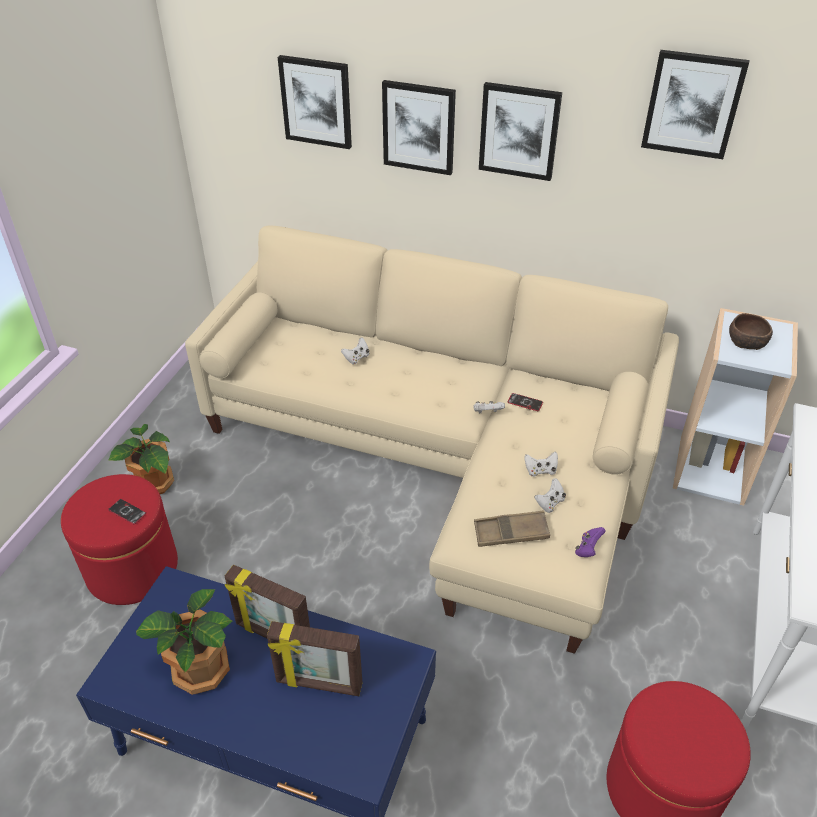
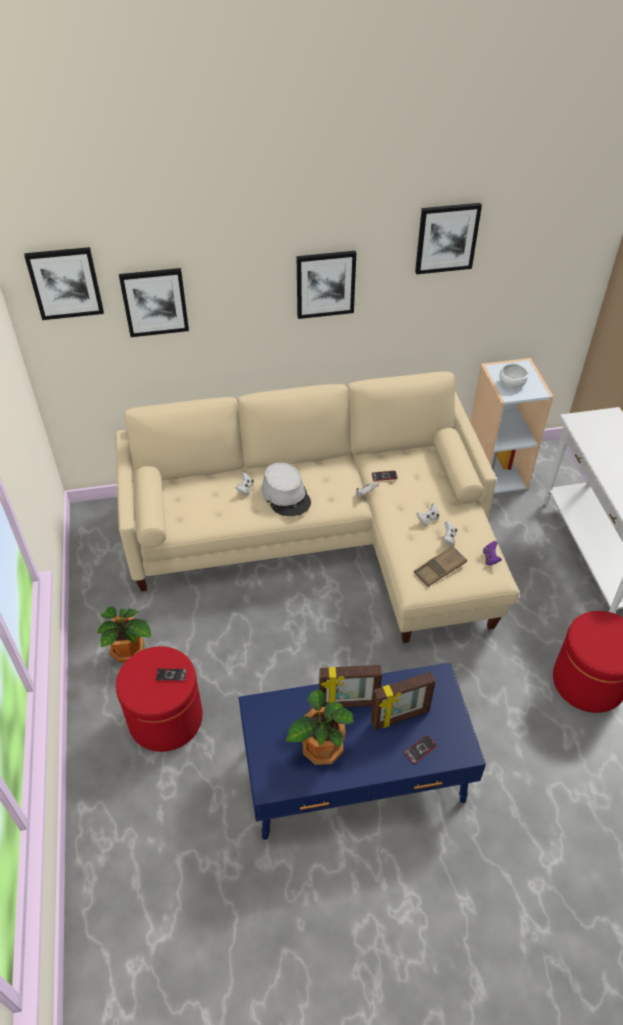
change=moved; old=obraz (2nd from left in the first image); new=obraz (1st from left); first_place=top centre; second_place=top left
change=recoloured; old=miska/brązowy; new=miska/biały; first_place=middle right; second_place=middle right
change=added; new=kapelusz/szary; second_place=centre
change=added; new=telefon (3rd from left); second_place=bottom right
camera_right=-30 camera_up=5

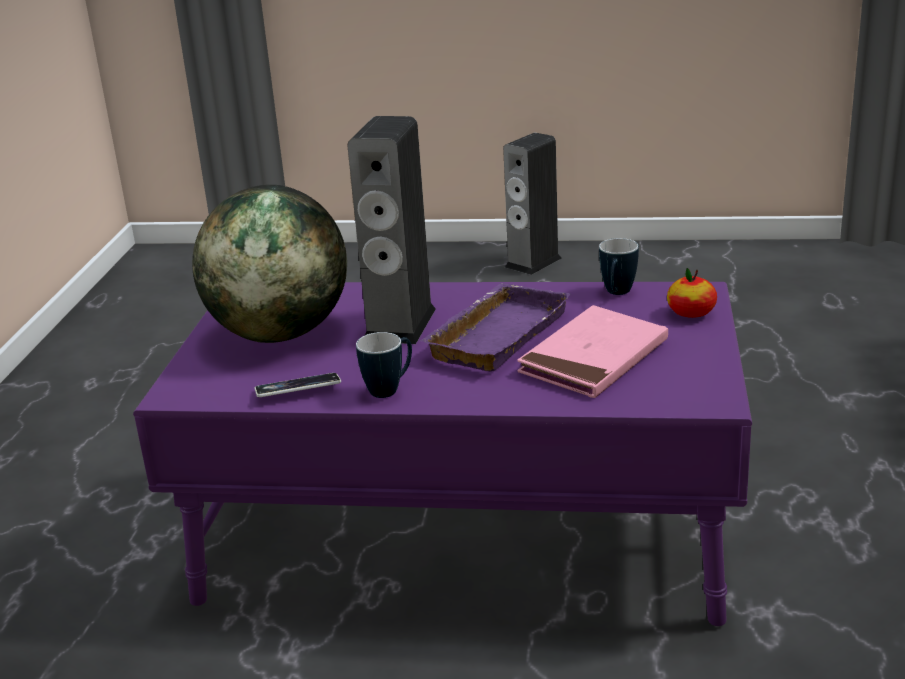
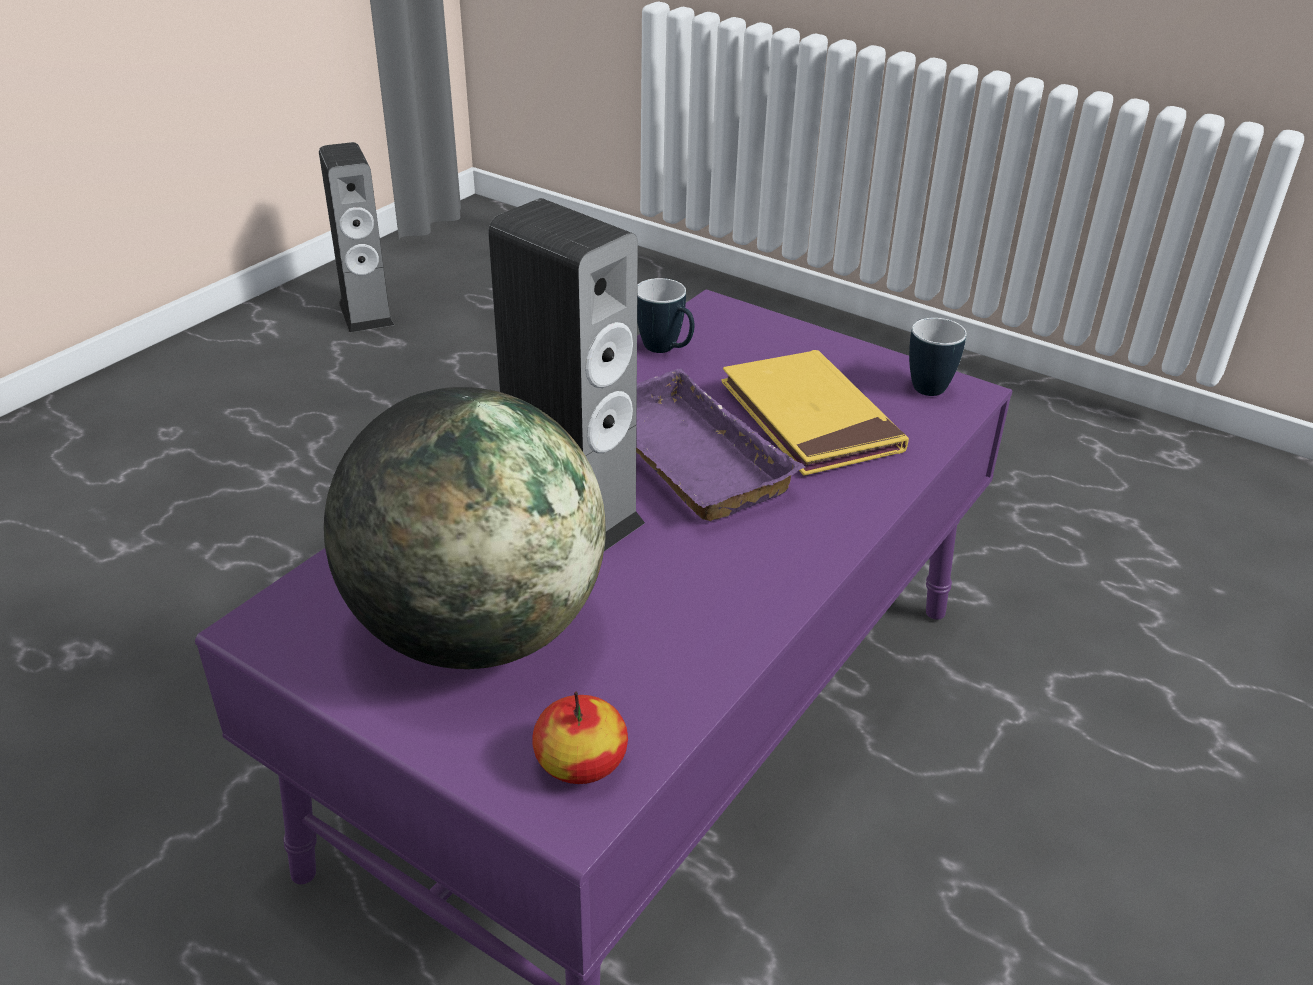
change=removed; old=telefon; first_place=middle left
change=moved; old=kubek (1st from left in the first image); new=kubek (2nd from left); first_place=centre; second_place=middle right
change=moved; old=głośnik (2nd from left in the first image); new=głośnik (1st from left); first_place=top centre; second_place=top left
change=recoloured; old=książka/różowy; new=książka/żółty; first_place=centre; second_place=centre
change=moved; old=jabłko; first_place=middle right; second_place=bottom centre
camera_right=-65 camera_up=10

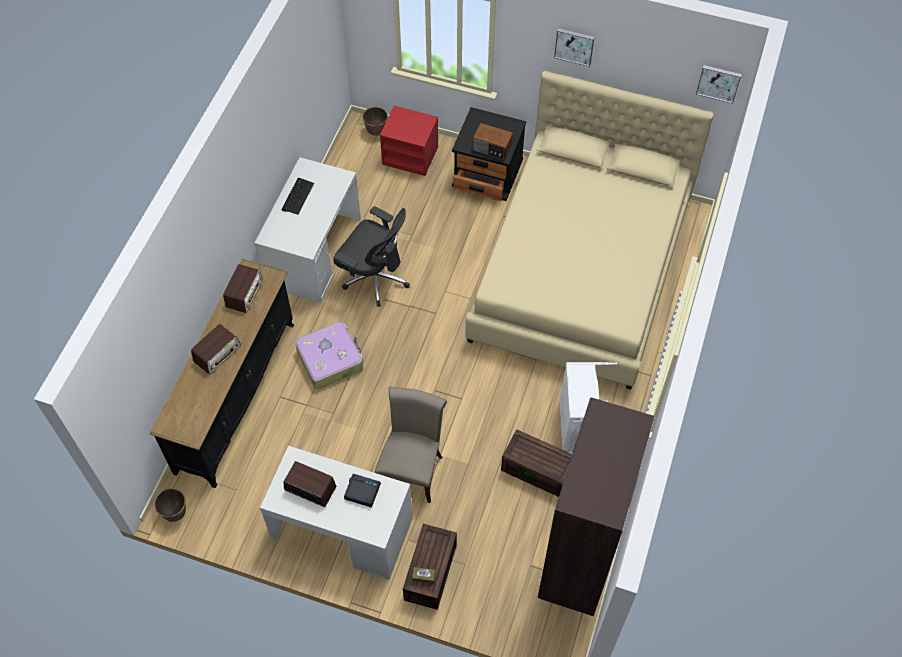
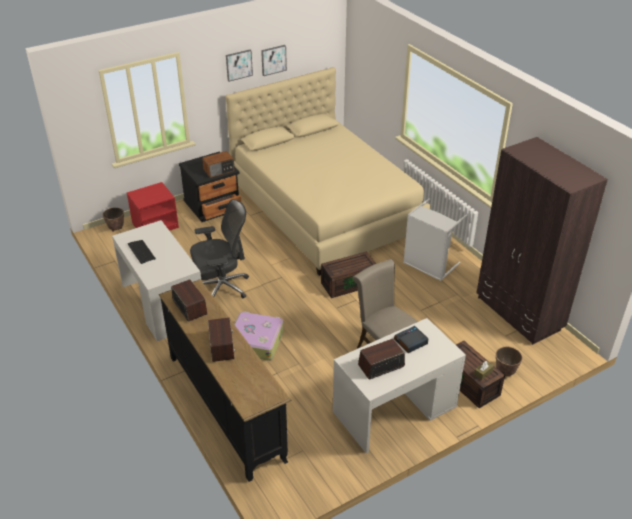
change=moved; old=donica (1st from left in the first image); new=donica (2nd from left); first_place=bottom left; second_place=bottom right
change=moved; old=pojemnik do przechowywania/brązowy (2nd from left in the first image); new=pojemnik do przechowywania/brązowy (1st from left); first_place=bottom centre; second_place=centre
change=moved; old=obraz (2nd from left); first_place=top right; second_place=top centre
camera_right=-50 camera_up=-20

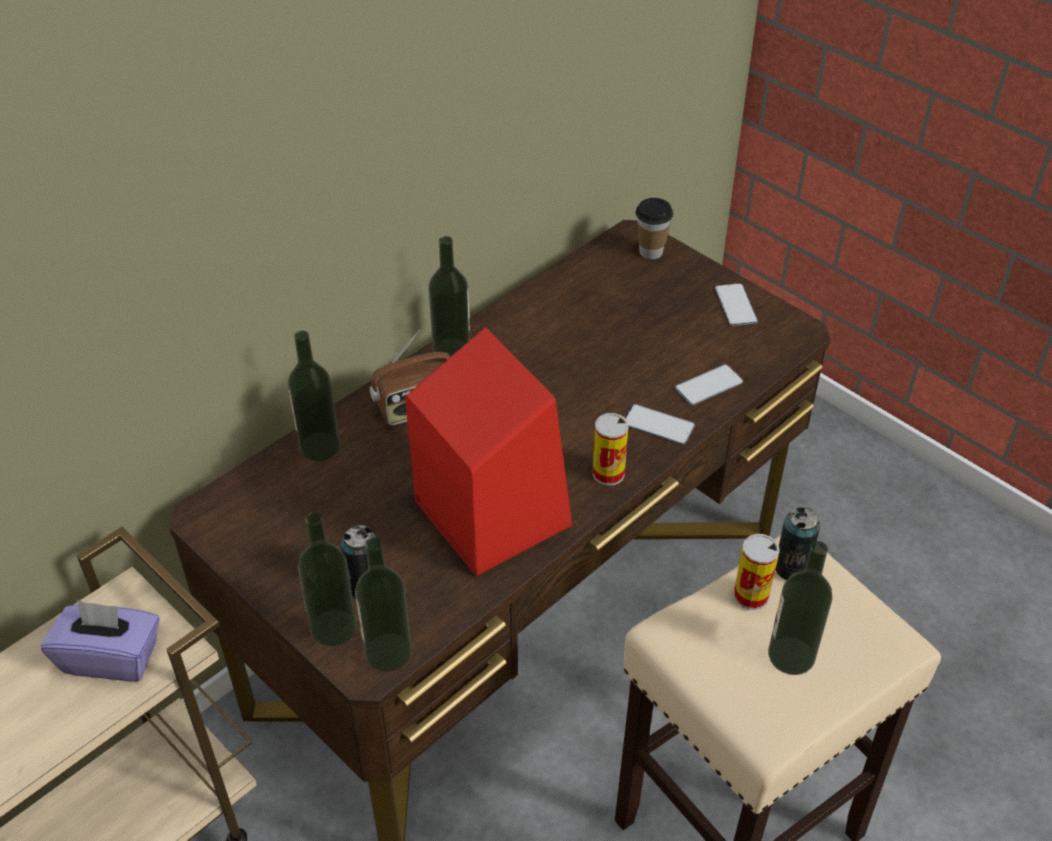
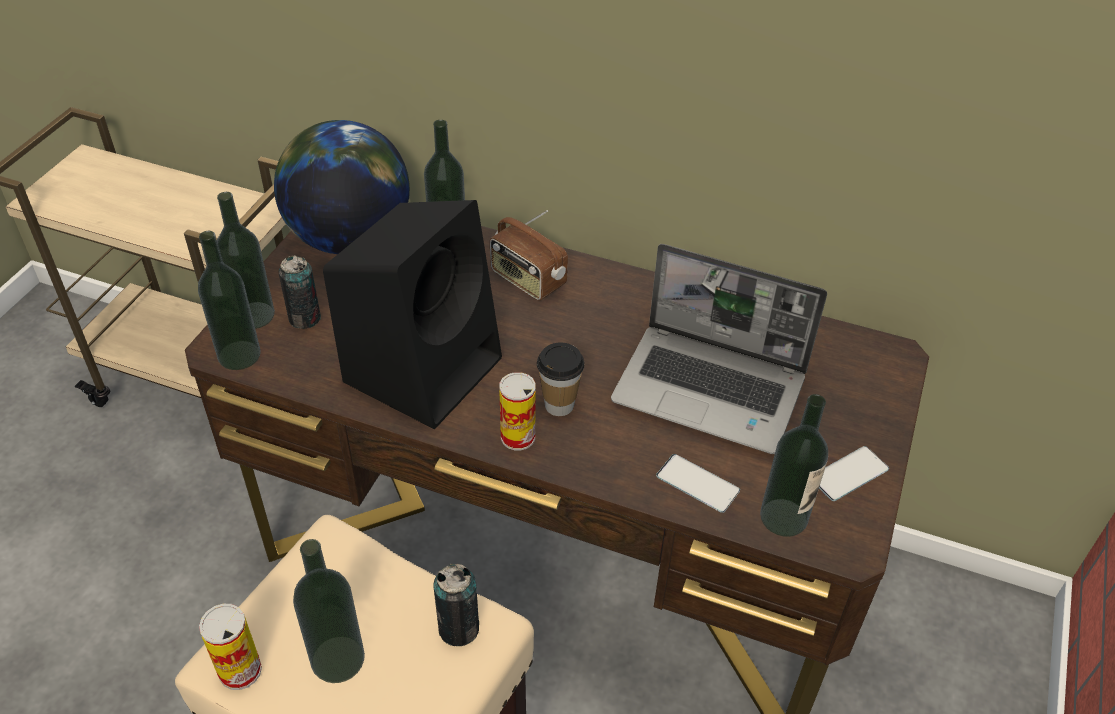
change=removed; old=pudełko chusteczek/fioletowy; first_place=bottom left
change=recoloured; old=głośnik/czerwony; new=głośnik/czarny; first_place=centre; second_place=centre
change=moved; old=butelka (4th from left in the first image); new=butelka (5th from left); first_place=centre; second_place=middle right
change=removed; old=telefon (1st from left); first_place=centre
change=moved; old=filiżanka; first_place=top centre; second_place=centre
change=moved; old=puszka (3rd from left in the first image); new=puszka (1st from left); first_place=bottom right; second_place=bottom left
change=added; new=globus; second_place=top left
change=added; new=laptop; second_place=centre
camera_right=65 camera_up=0

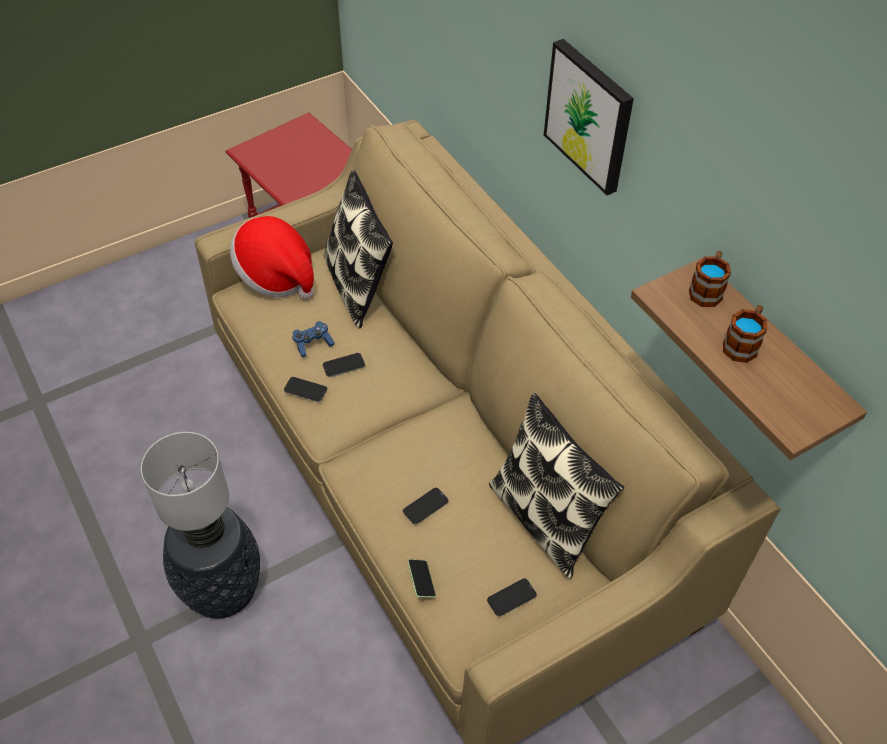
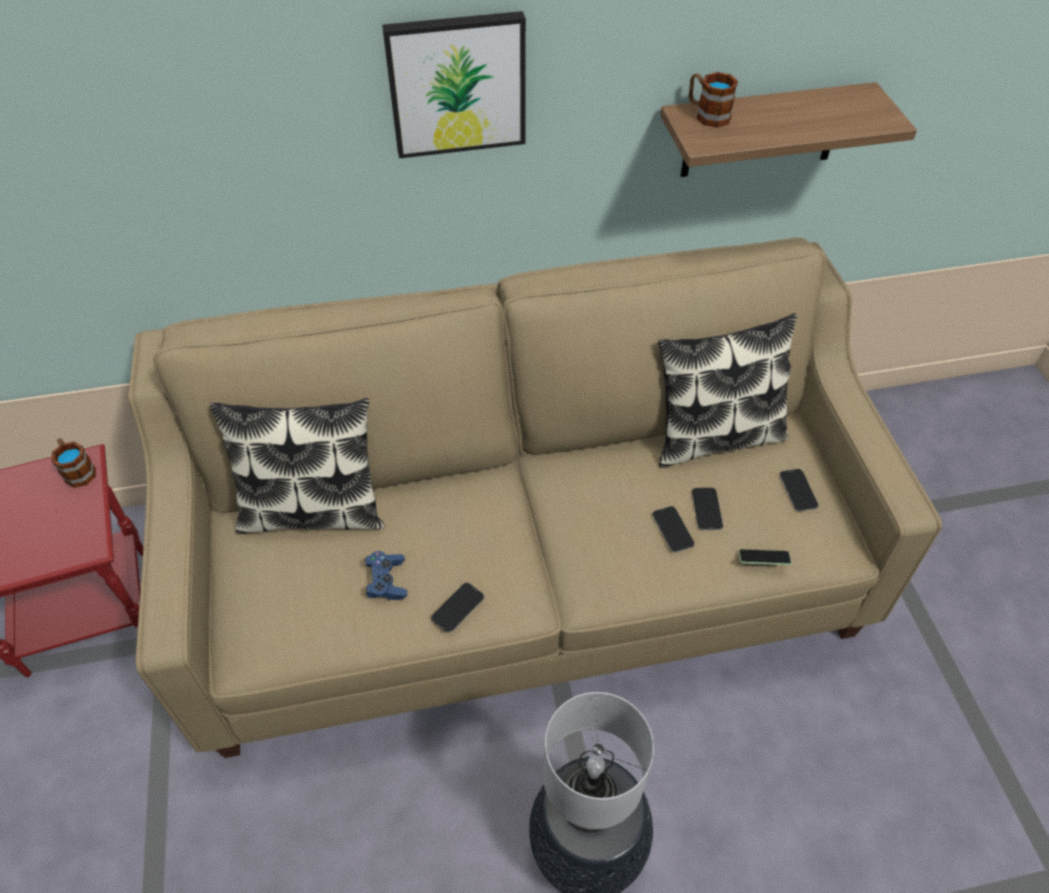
change=removed; old=kapelusz; first_place=middle left
change=moved; old=telefon (2nd from left in the first image); new=telefon (3rd from left); first_place=centre; second_place=middle right
change=moved; old=kubek (2nd from left in the first image); new=kubek (1st from left); first_place=middle right; second_place=middle left
camera_right=-70 camera_up=0

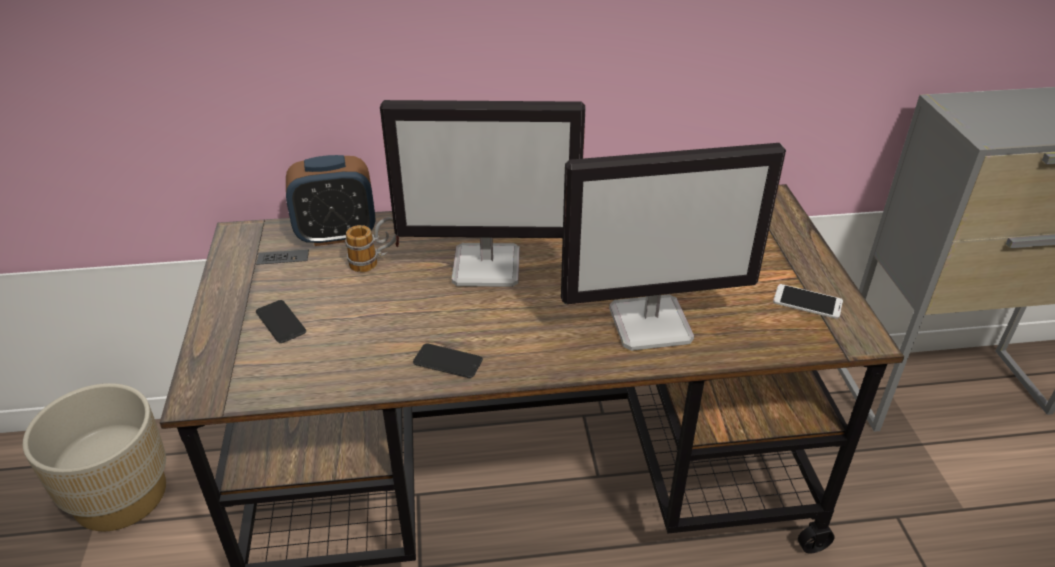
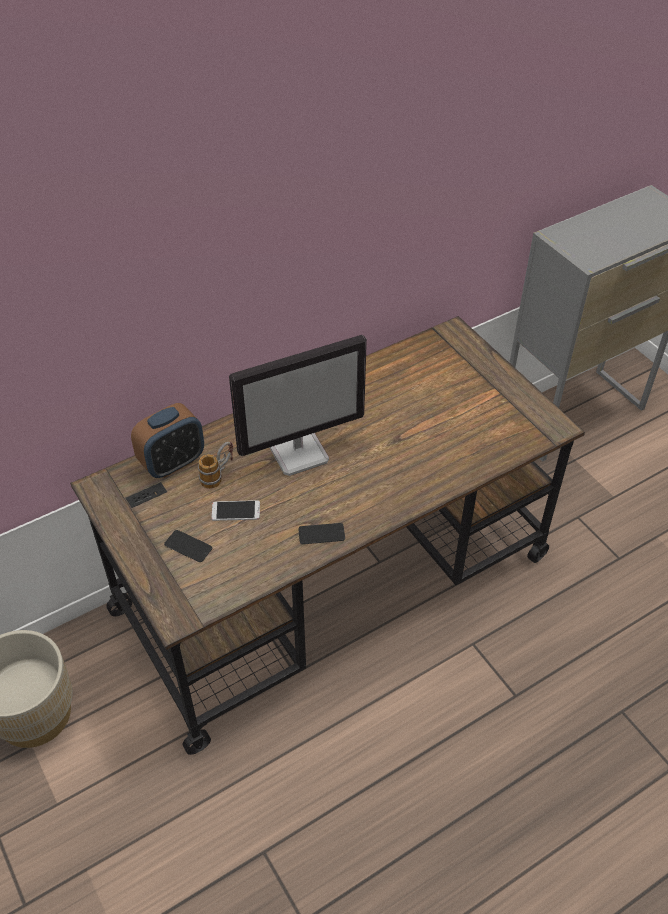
change=removed; old=monitor (2nd from left); first_place=centre
change=moved; old=telefon (3rd from left in the first image); new=telefon (2nd from left); first_place=middle right; second_place=centre
camera_right=-25 camera_up=10

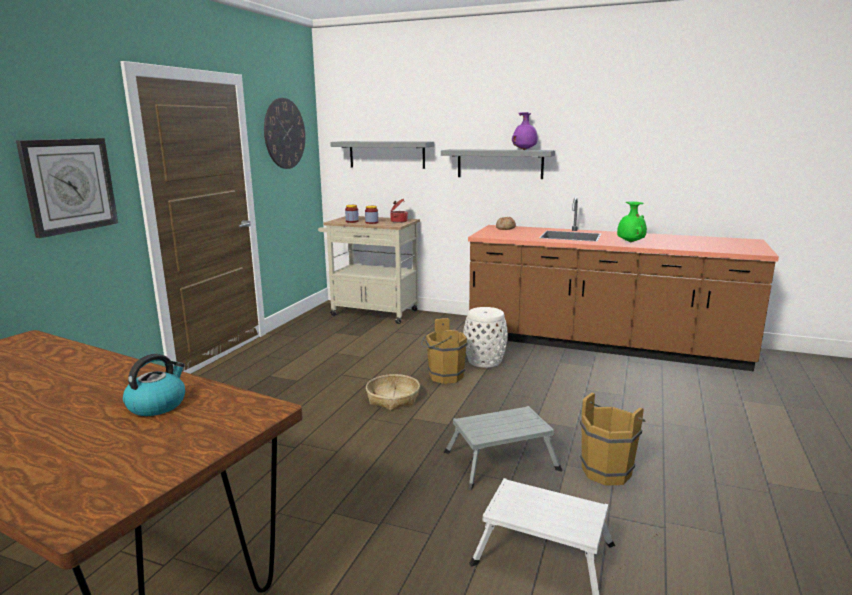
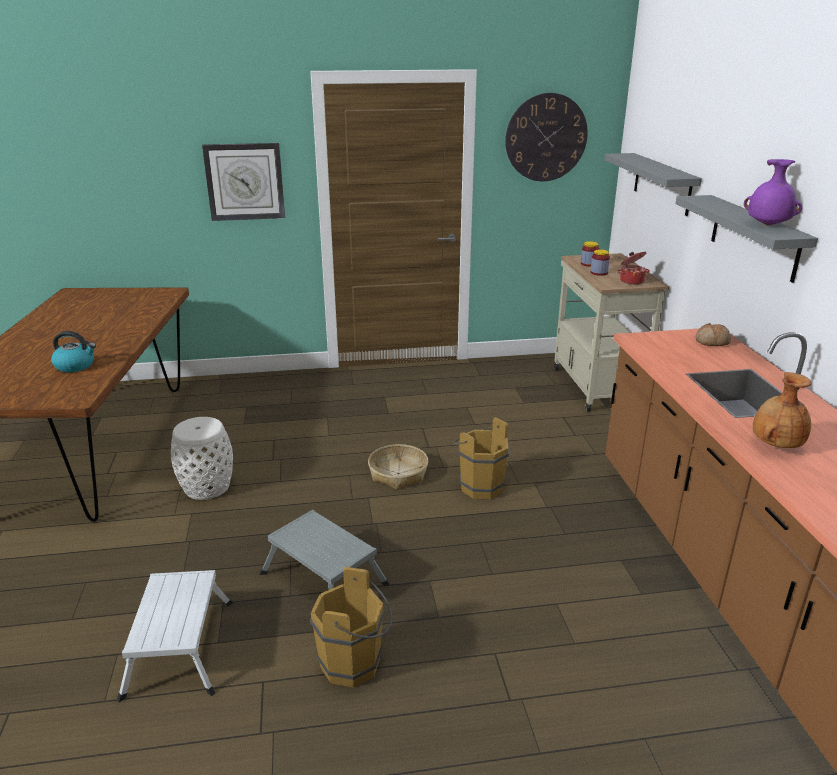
change=moved; old=stołek/biały; first_place=centre; second_place=middle left
change=recoloured; old=wazon/zielony; new=wazon/brązowy; first_place=middle right; second_place=middle right
camera_right=60 camera_up=10

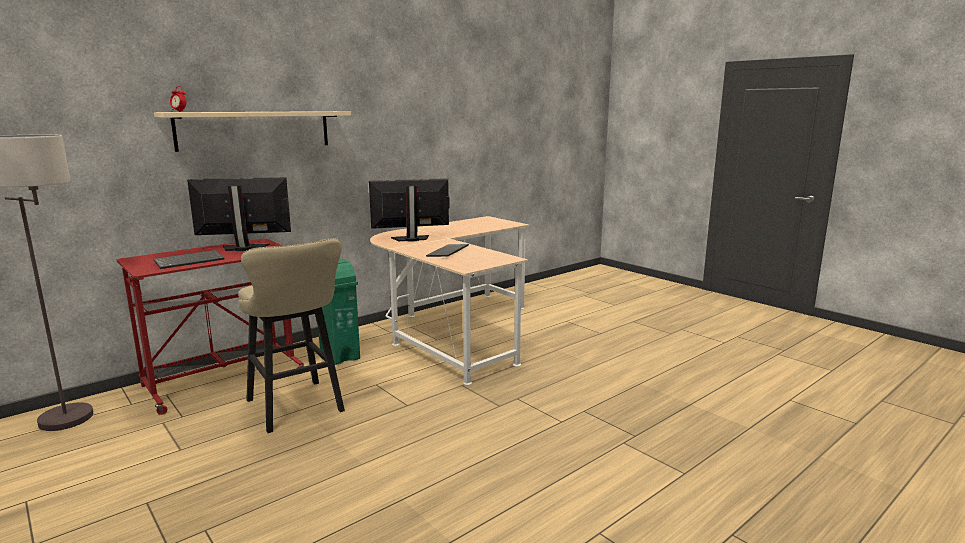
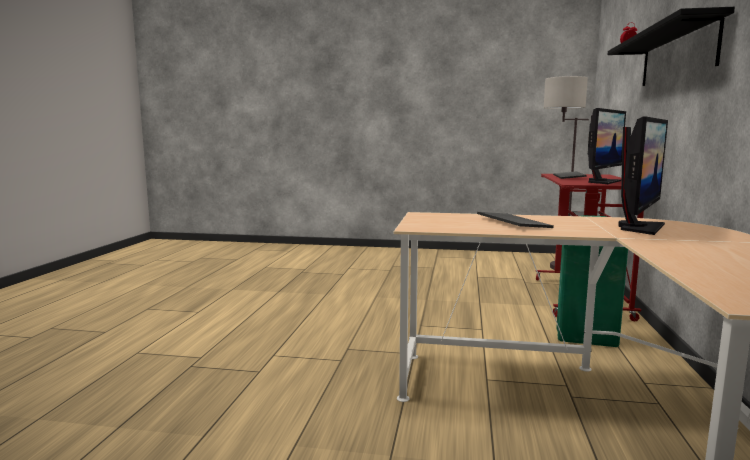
change=recoloured; old=półka/beżowy; new=półka/czarny; first_place=top left; second_place=top right
change=removed; old=stołek/beżowy; first_place=middle left
camera_right=140 camera_up=-5

